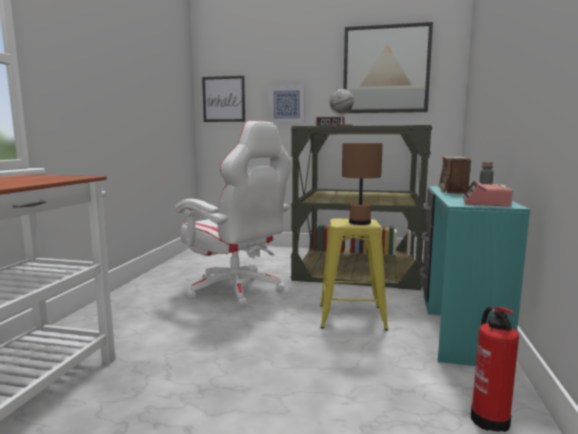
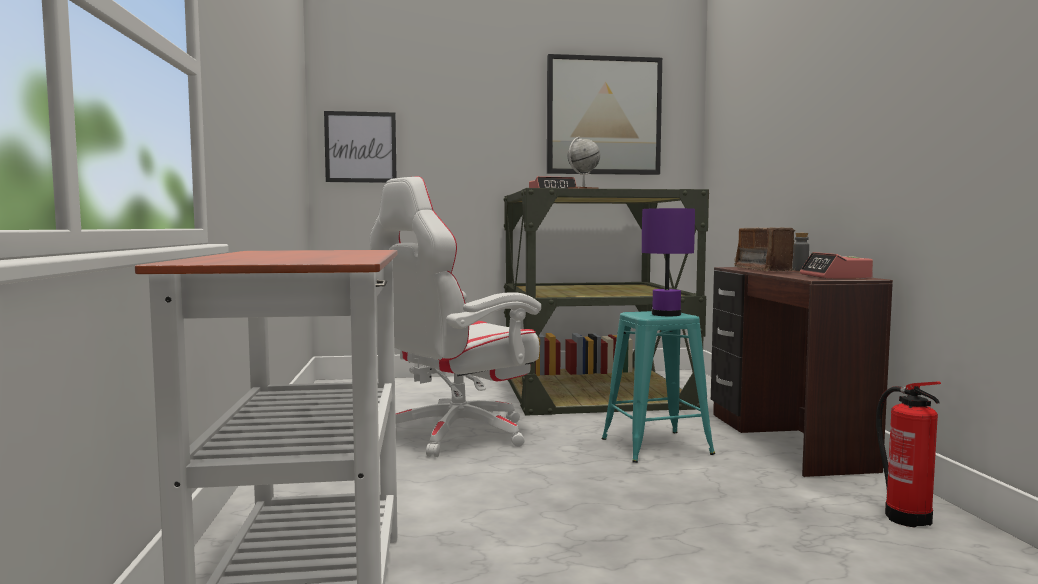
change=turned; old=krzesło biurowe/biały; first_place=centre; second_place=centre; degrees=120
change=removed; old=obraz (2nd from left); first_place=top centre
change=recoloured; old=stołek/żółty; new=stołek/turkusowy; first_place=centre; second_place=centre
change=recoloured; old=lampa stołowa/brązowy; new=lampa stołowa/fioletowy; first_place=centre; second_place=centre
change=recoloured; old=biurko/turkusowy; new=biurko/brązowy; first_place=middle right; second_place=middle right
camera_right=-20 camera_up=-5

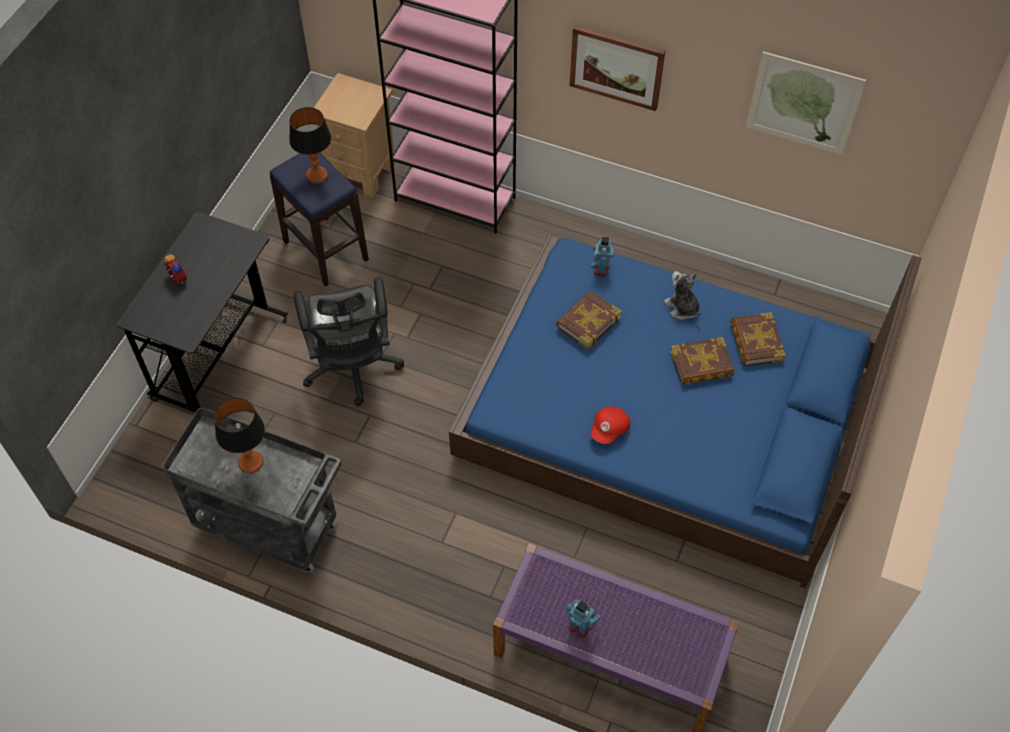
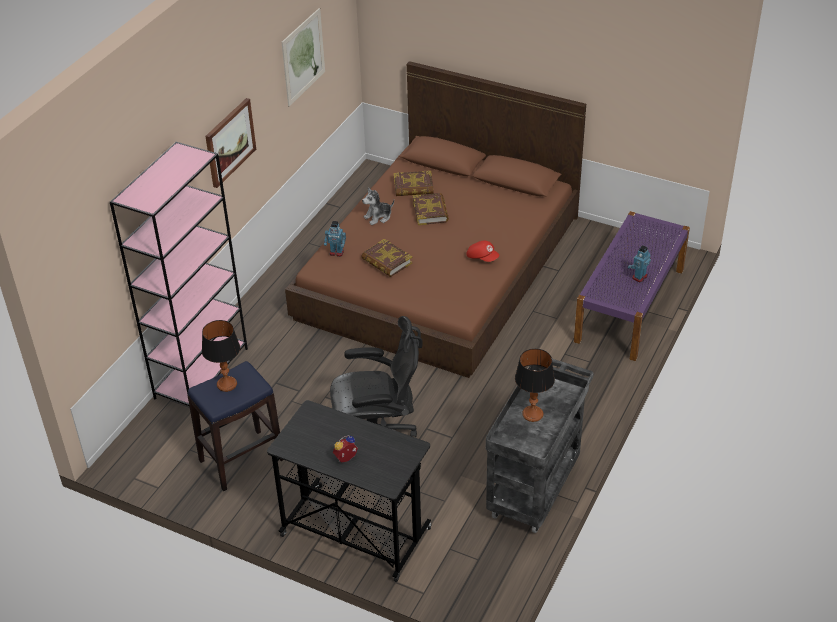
change=removed; old=szafka nocna/beżowy; first_place=top centre
change=recoloured; old=łóżko/niebieski; new=łóżko/brązowy; first_place=middle right; second_place=centre
camera_right=-85 camera_up=-15

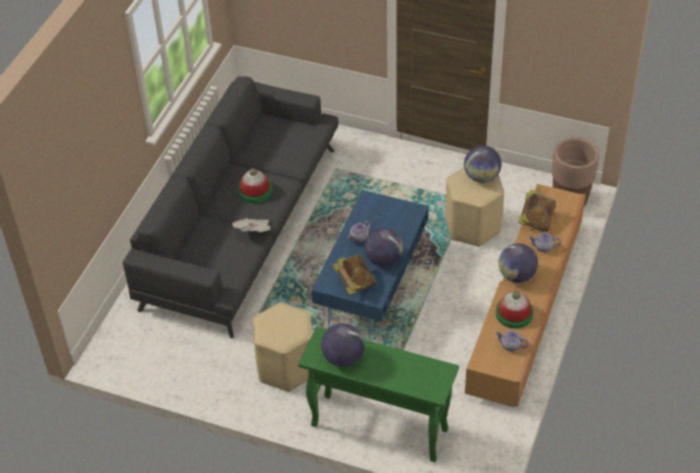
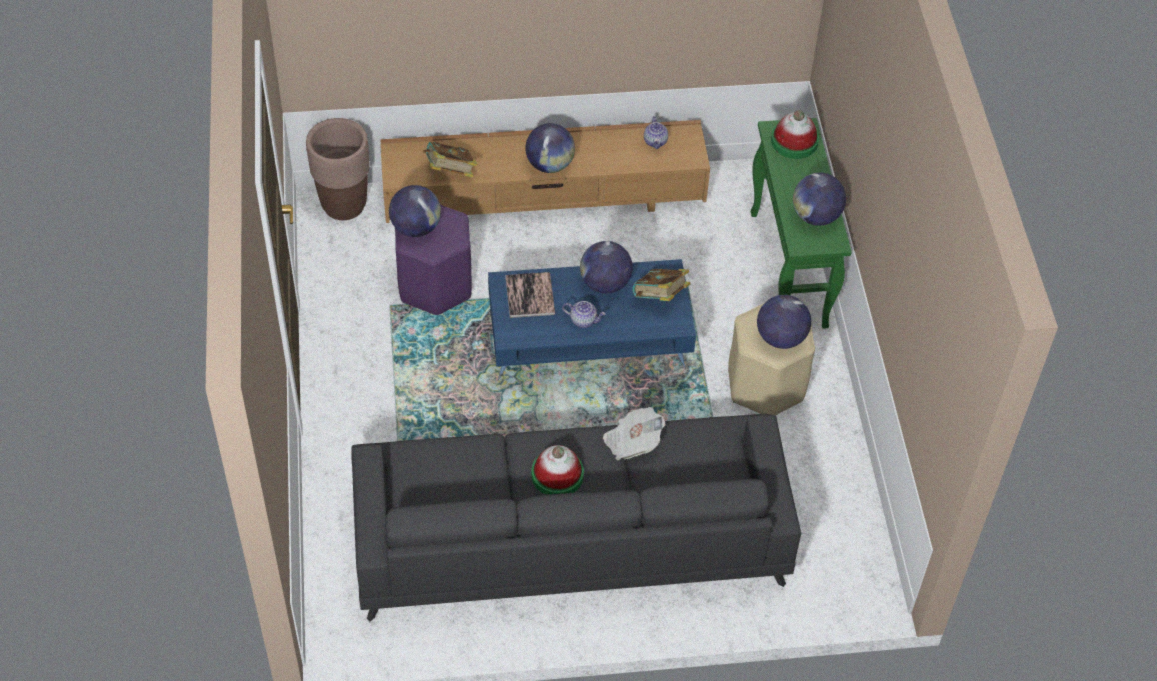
change=recoloured; old=stołek/beżowy (2nd from left); new=stołek/fioletowy; first_place=middle right; second_place=centre
change=moved; old=kapelusz (2nd from left); first_place=middle right; second_place=top right
change=removed; old=imbryk (3rd from left); first_place=middle right
change=added; new=książka (2nd from left); second_place=centre
change=added; new=globus (4th from left); second_place=middle right
camera_right=-120 camera_up=5

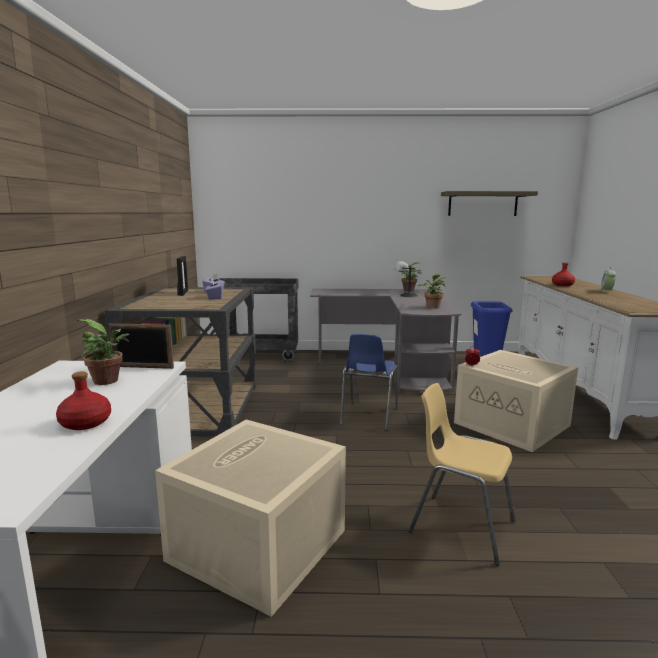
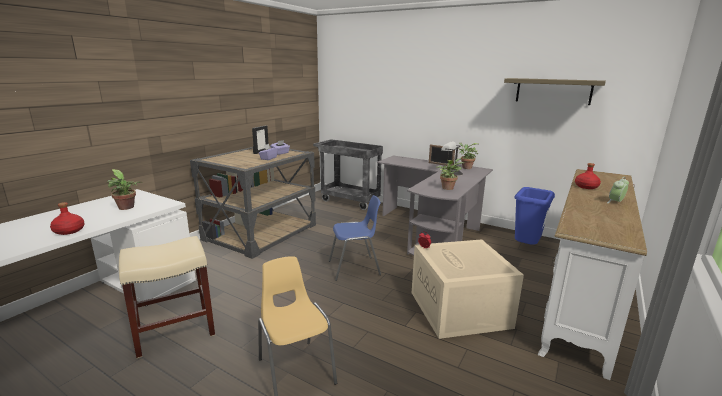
change=moved; old=ramka na zdjęcie (1st from left in the first image); new=ramka na zdjęcie (2nd from left); first_place=middle left; second_place=centre
change=replaced; old=pojemnik do przechowywania/beżowy (1st from left); new=stołek/beżowy; first_place=bottom centre; second_place=bottom left
change=turned; old=krzesło/niebieski; first_place=centre; second_place=centre; degrees=-150
camera_right=30 camera_up=5

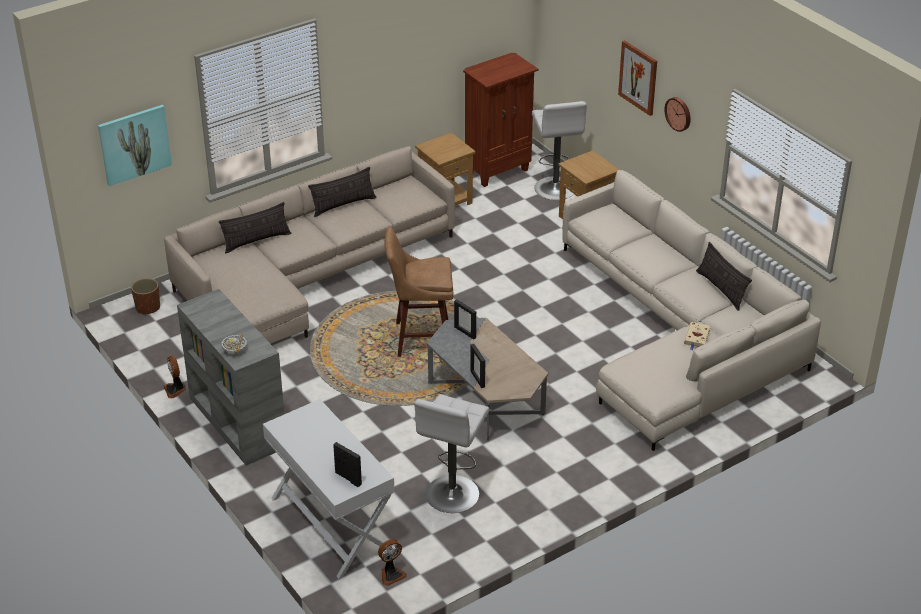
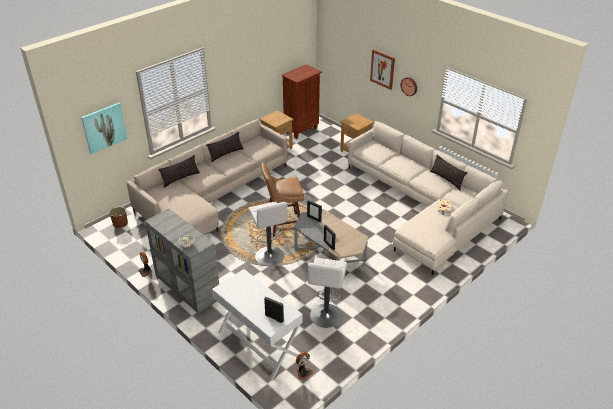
change=moved; old=stołek/biały (2nd from left in the first image); new=stołek/biały (1st from left); first_place=top centre; second_place=centre
camera_right=-10 camera_up=0

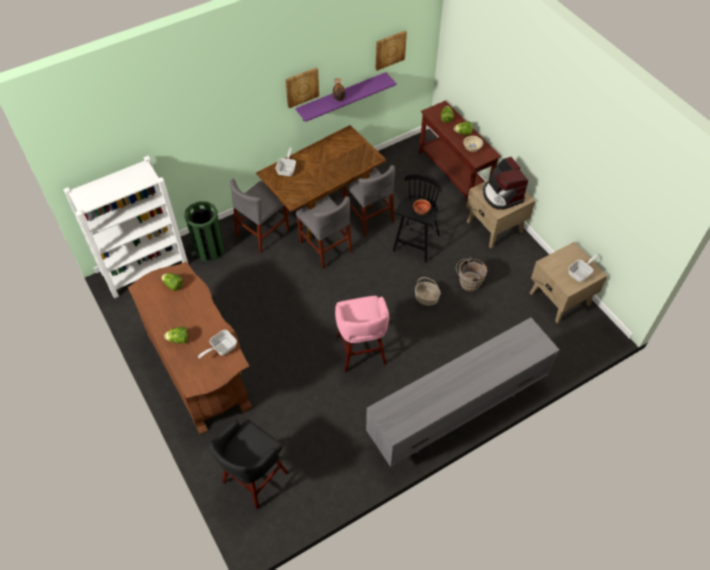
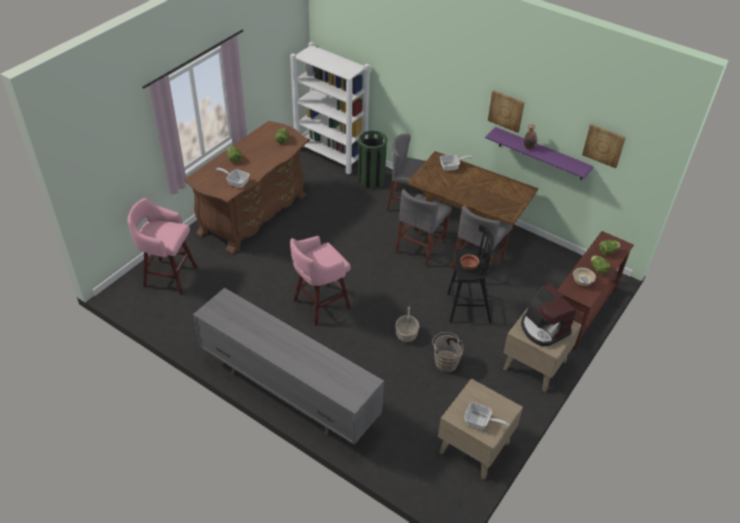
change=recoloured; old=stołek/czarny (1st from left); new=stołek/różowy (1st from left); first_place=bottom centre; second_place=middle left
change=turned; old=ekspres do kawy; first_place=top right; second_place=middle right; degrees=-75
camera_right=65 camera_up=-10

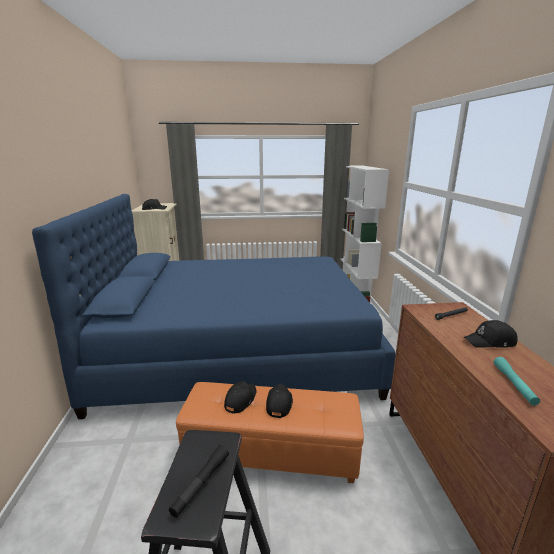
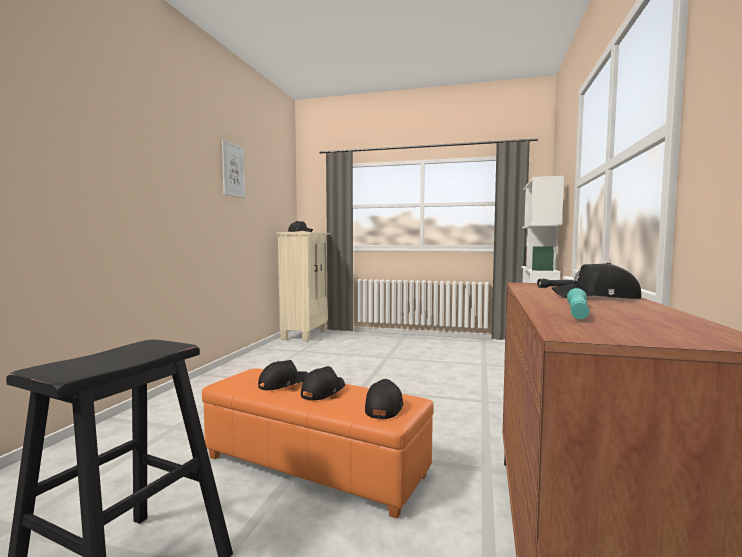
change=removed; old=łóżko/niebieski; first_place=centre
change=removed; old=latarka/czarny (1st from left); first_place=bottom centre
change=added; new=obraz; second_place=top left
change=added; new=czapka z daszkiem/czarny (4th from left); second_place=bottom centre
camera_right=20 camera_up=-15

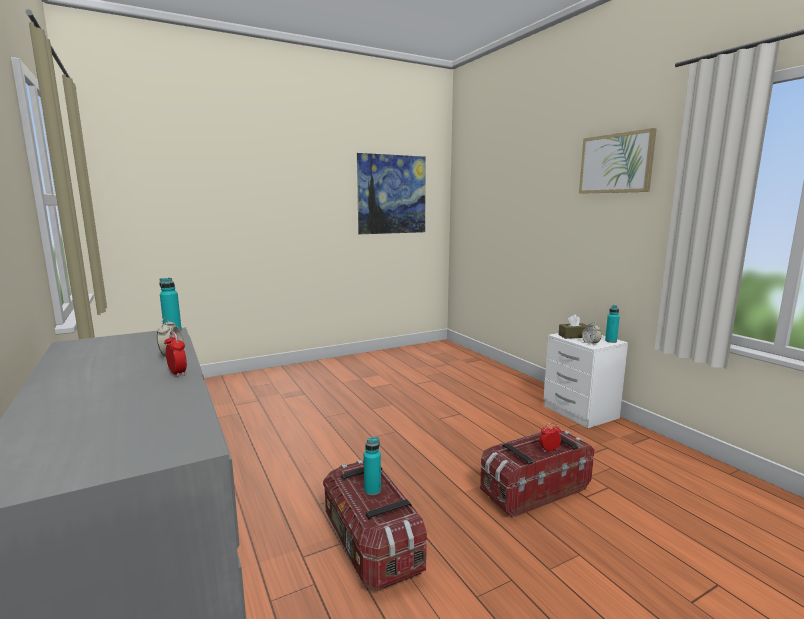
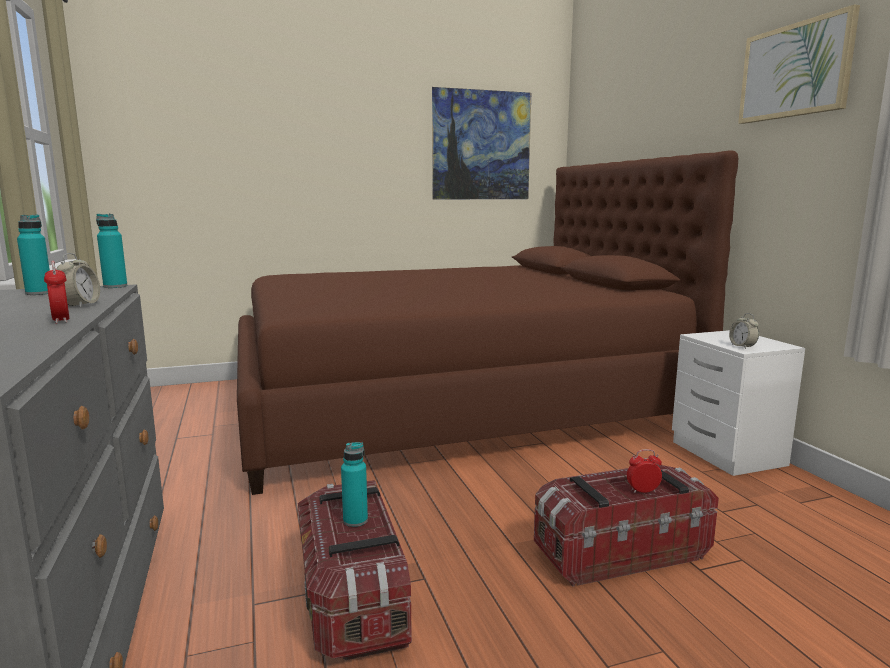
change=removed; old=pudełko chusteczek/brązowy; first_place=middle right
change=moved; old=butelka/turkusowy (3rd from left in the first image); new=butelka/turkusowy (1st from left); first_place=middle right; second_place=middle left
change=added; new=łóżko/brązowy; second_place=centre
camera_right=10 camera_up=0

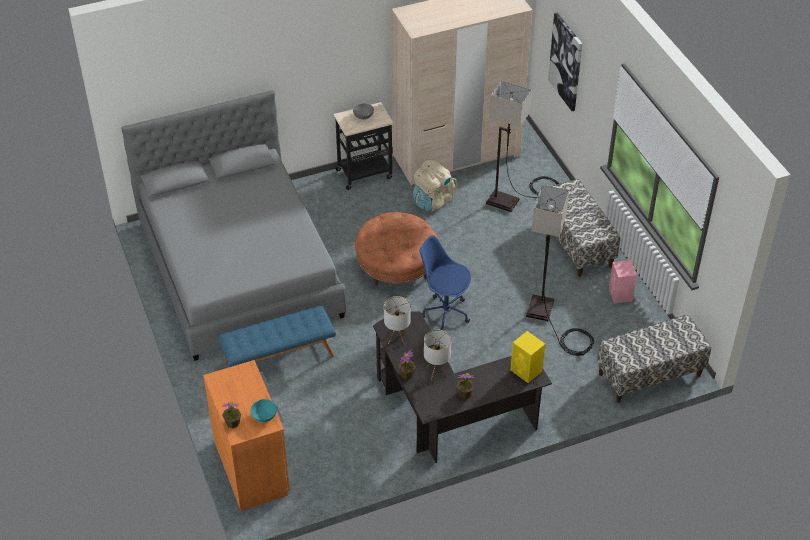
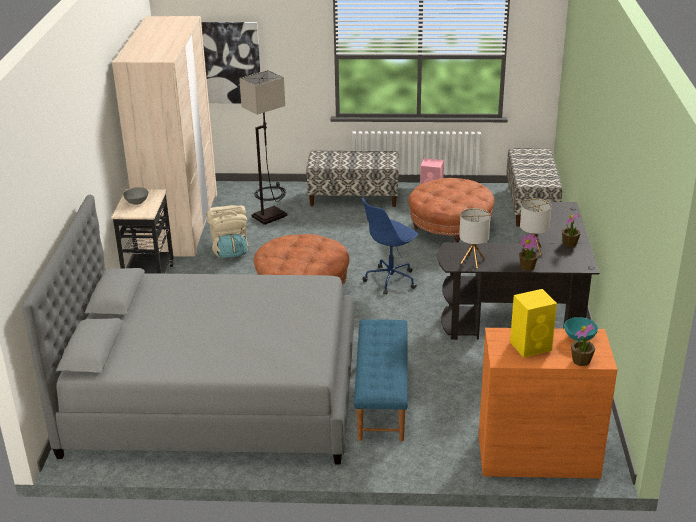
change=moved; old=głośnik/żółty; first_place=centre; second_place=middle right
change=replaced; old=lampa stojąca (2nd from left); new=pufa/brązowy (2nd from left); first_place=middle right; second_place=centre
camera_right=-65 camera_up=-15

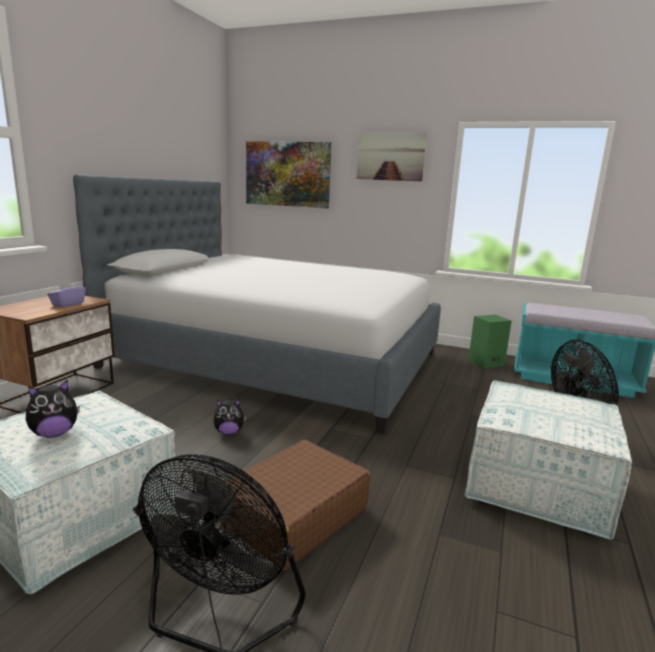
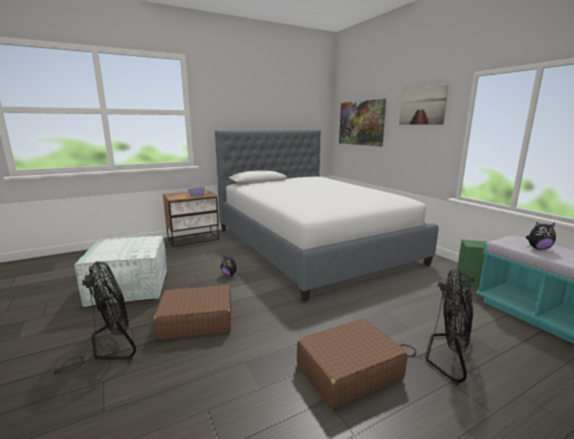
change=moved; old=pluszak (1st from left in the first image); new=pluszak (2nd from left); first_place=middle left; second_place=middle right
change=replaced; old=pufa/biały (2nd from left); new=walizka/brązowy (2nd from left); first_place=bottom right; second_place=bottom centre
camera_right=40 camera_up=0

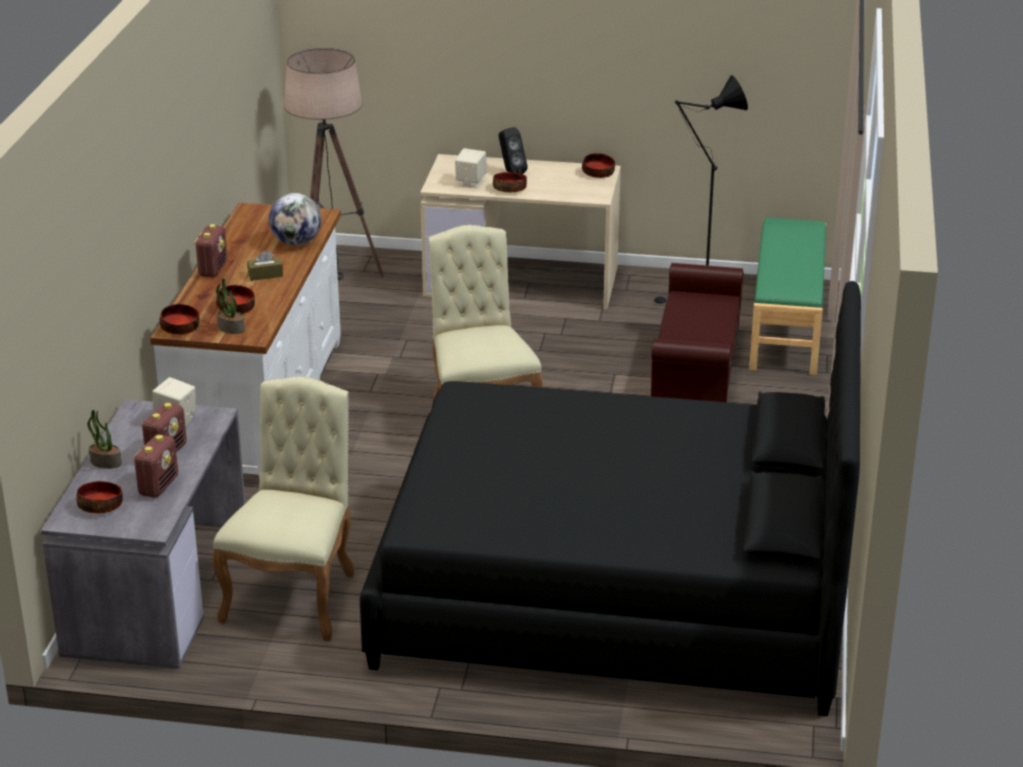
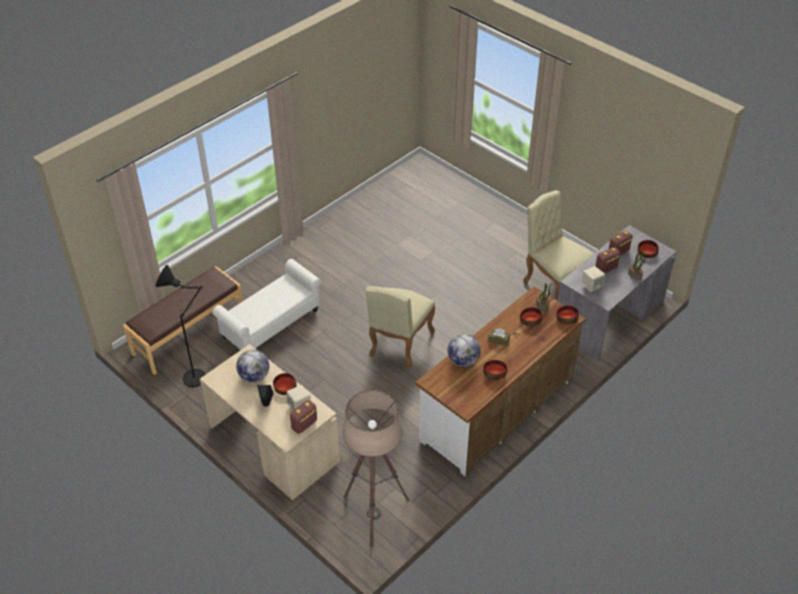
change=moved; old=radio (3rd from left in the first image); new=radio (1st from left); first_place=top left; second_place=bottom centre
change=turned; old=krzesło/beżowy (1st from left in the first image); first_place=middle left; second_place=middle right; degrees=90
change=removed; old=łóżko/czarny; first_place=centre
change=moved; old=miska (5th from left in the first image); new=miska (2nd from left); first_place=top centre; second_place=centre
change=recoloured; old=pufa/brązowy; new=pufa/biały; first_place=middle right; second_place=centre
change=recoloured; old=ławka/zielony; new=ławka/brązowy; first_place=middle right; second_place=middle left
change=added; new=globus (1st from left); second_place=middle left
camera_right=-145 camera_up=15

